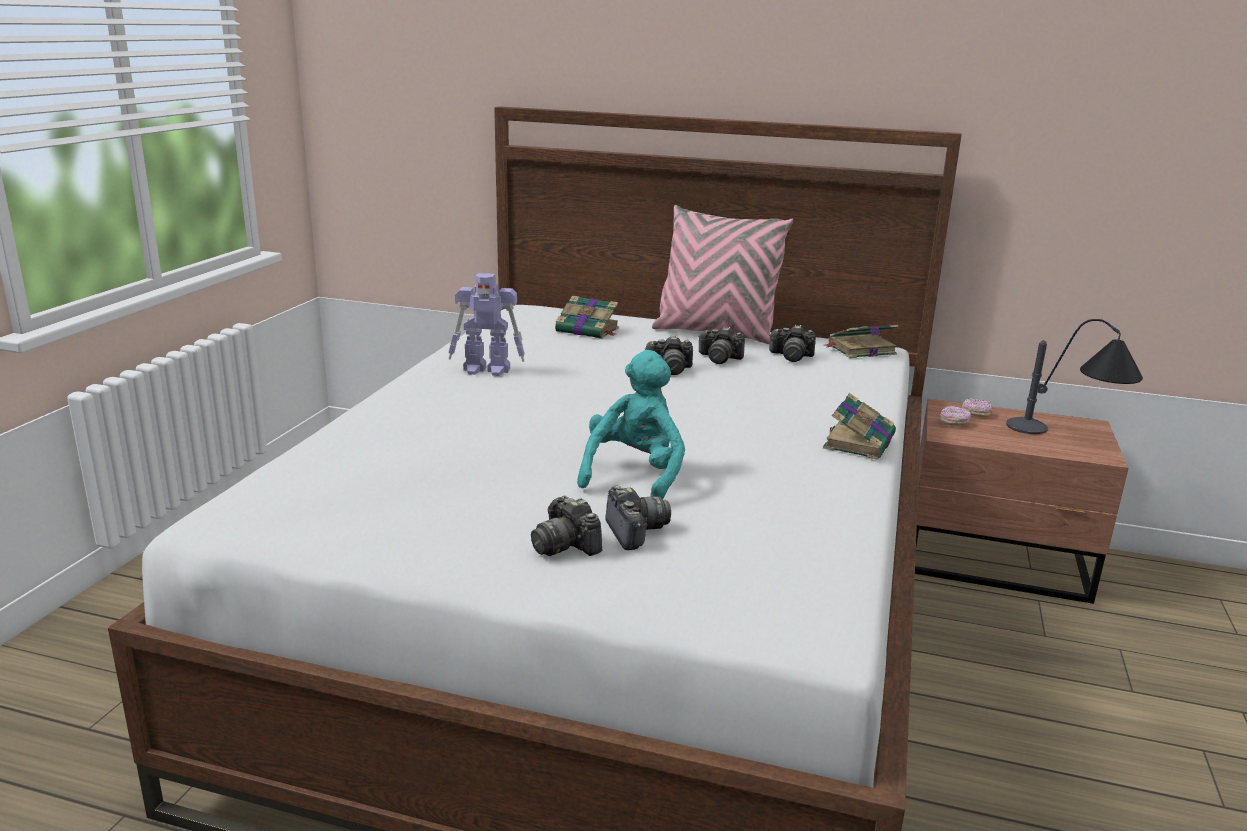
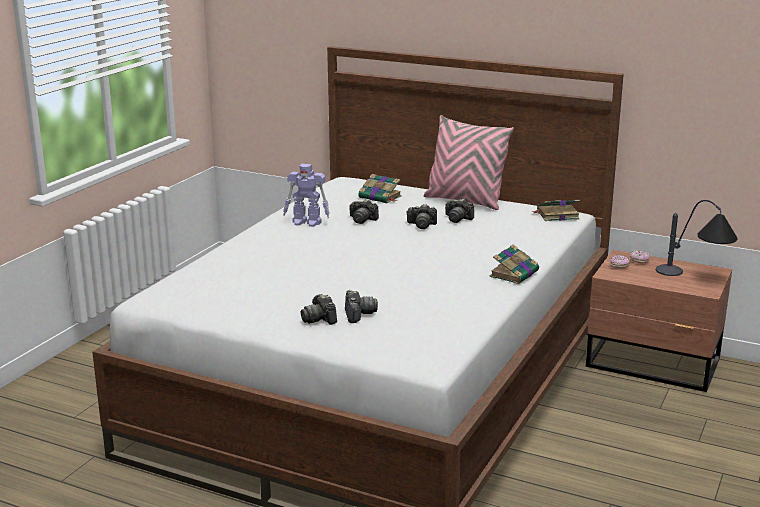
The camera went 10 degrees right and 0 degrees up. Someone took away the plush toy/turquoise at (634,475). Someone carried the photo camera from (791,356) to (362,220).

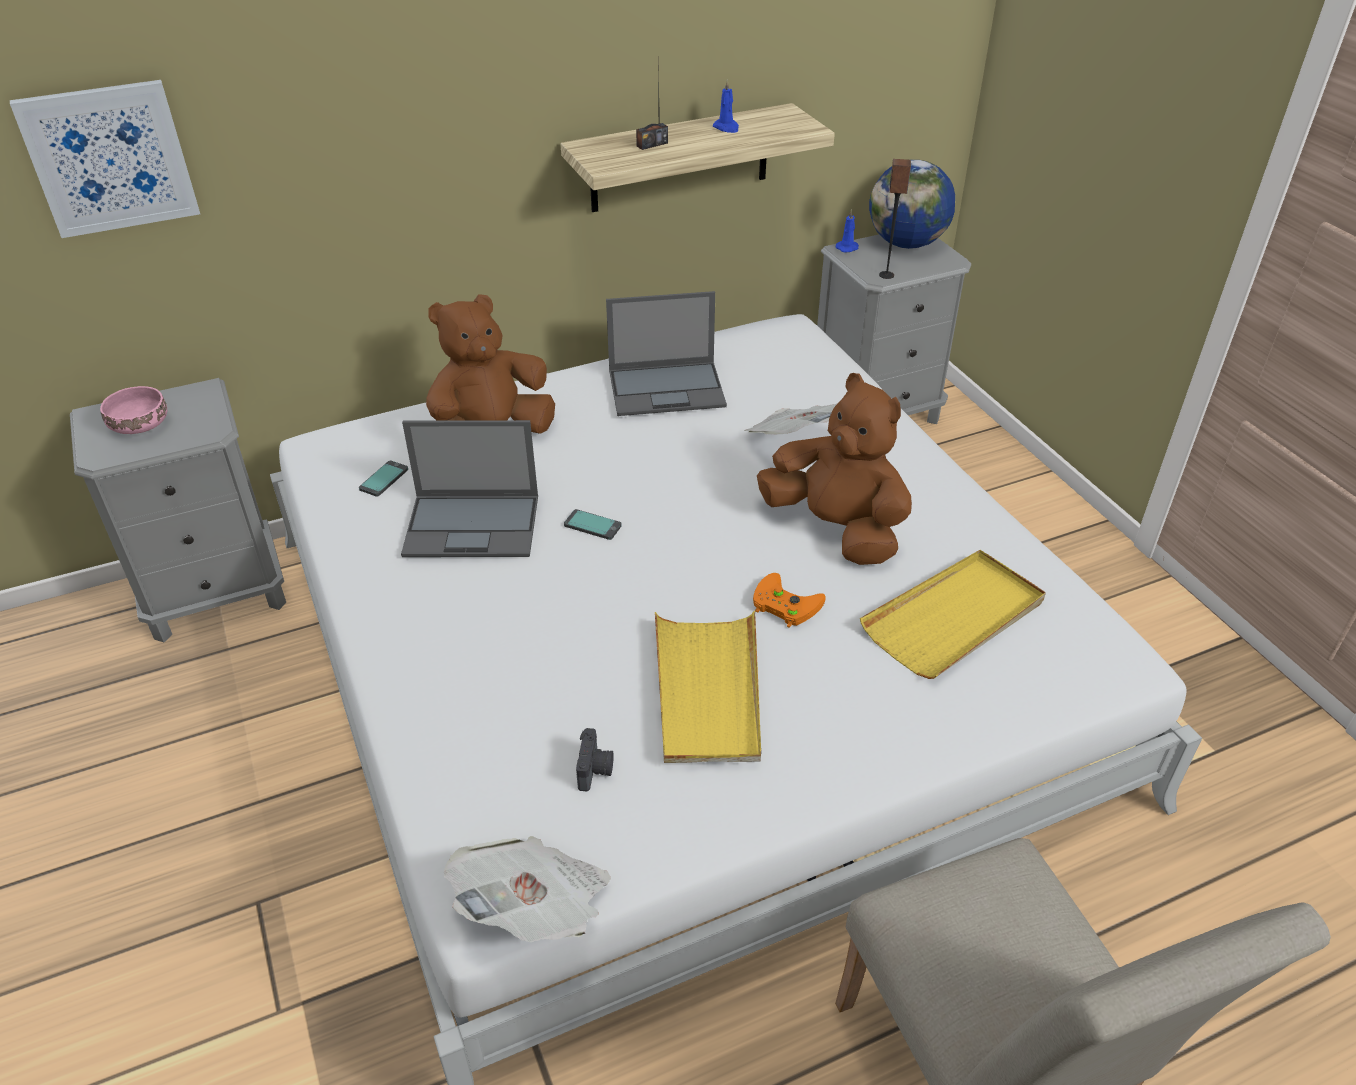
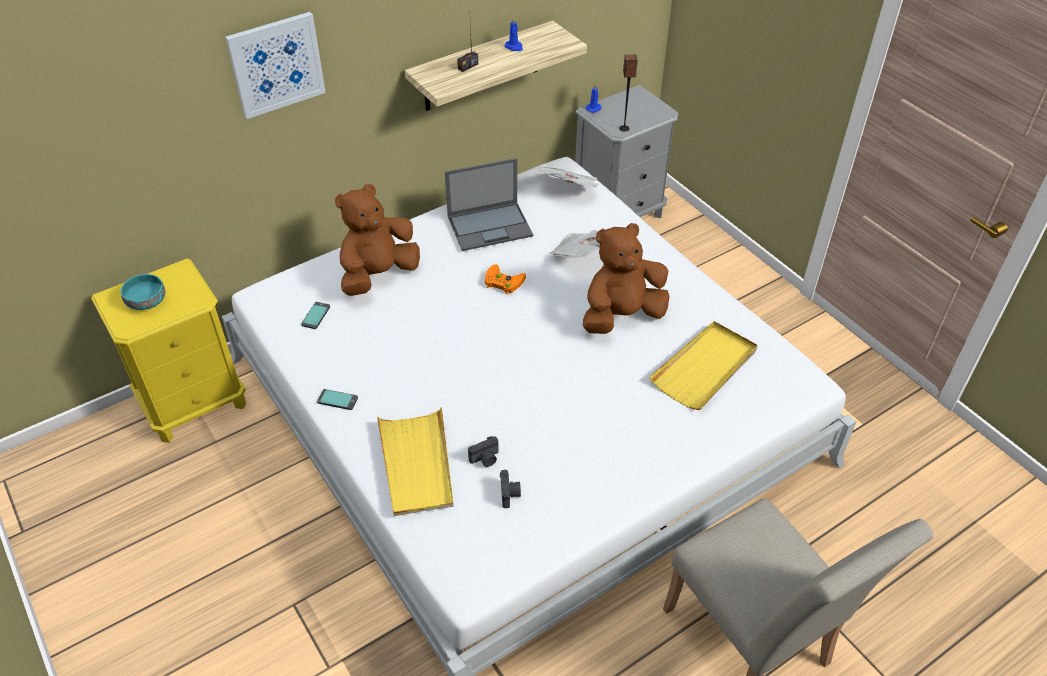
The camera went 10 degrees left and 5 degrees up. Someone took away the laptop at (474,525). Someone took away the globe at (906,244). Someone put down the photo camera at (485,459). Someone carried the picture from (110,158) to (276,64). Someone carried the newspaper from (536,908) to (570,190). Someone carried the phone from (593,525) to (337,400). Someone carried the tray/yellow from (708,691) to (416,464). Someone carried the game controller/orange from (783,604) to (502,281). Someone repainted the nightstand/grey at (216,594), which became the nightstand/yellow at (194,403). Someone repainted the bowl/pink at (141,424), which became the bowl/turquoise at (147,300). Someone rotated the plush toy/brown at (836,528) by 60 degrees counterclockwise.

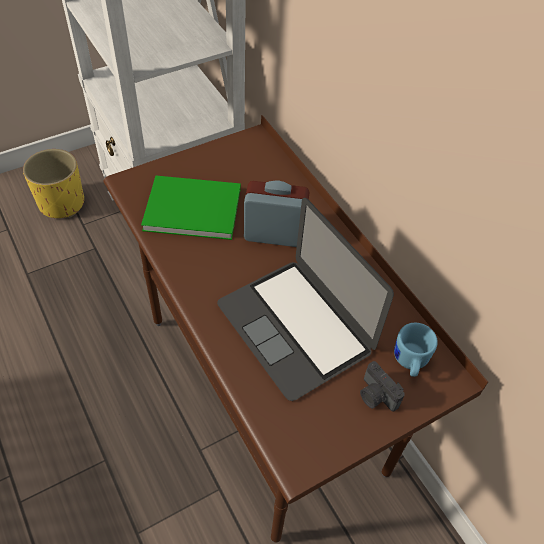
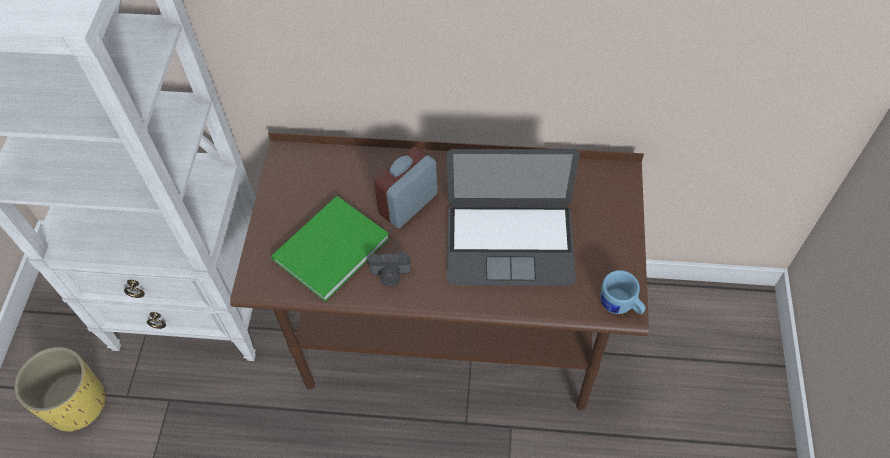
The camera went 50 degrees left and 5 degrees up. Someone carried the photo camera from (375,396) to (390,275). Someone carried the mug/blue from (409,362) to (620,305).

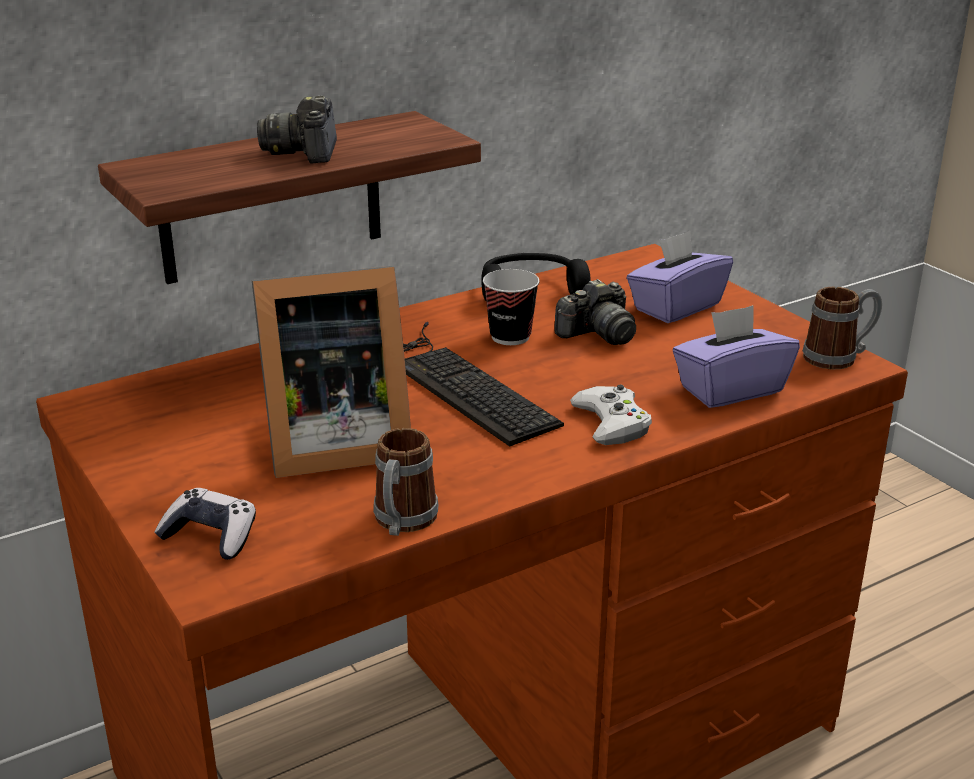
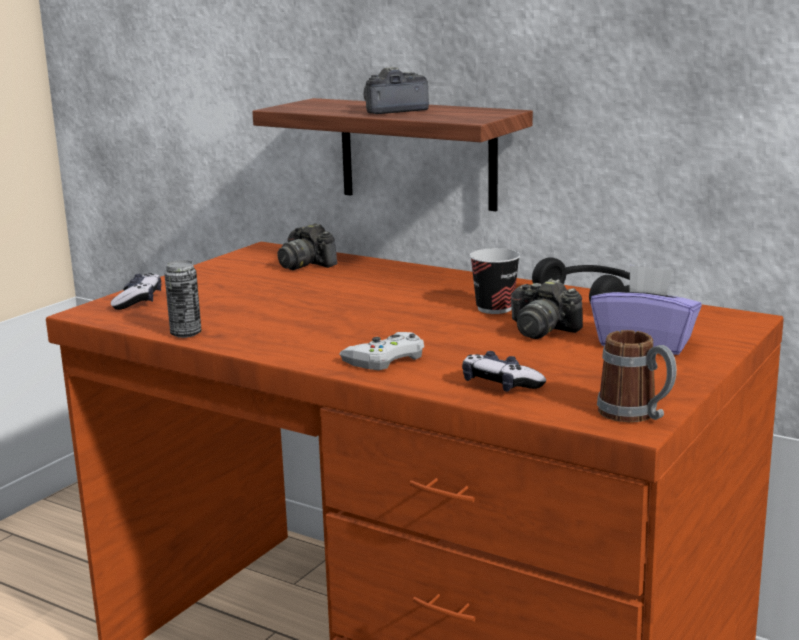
The camera went 65 degrees right and 10 degrees down. Someone took away the picture frame at (330,445). Someone took away the keyboard at (463,384). Someone put down the photo camera at (306,264). Someone swapped the mug at (402,523) for the can at (186,334). Someone swapped the tissue box/purple at (730,389) for the game controller at (500,385).

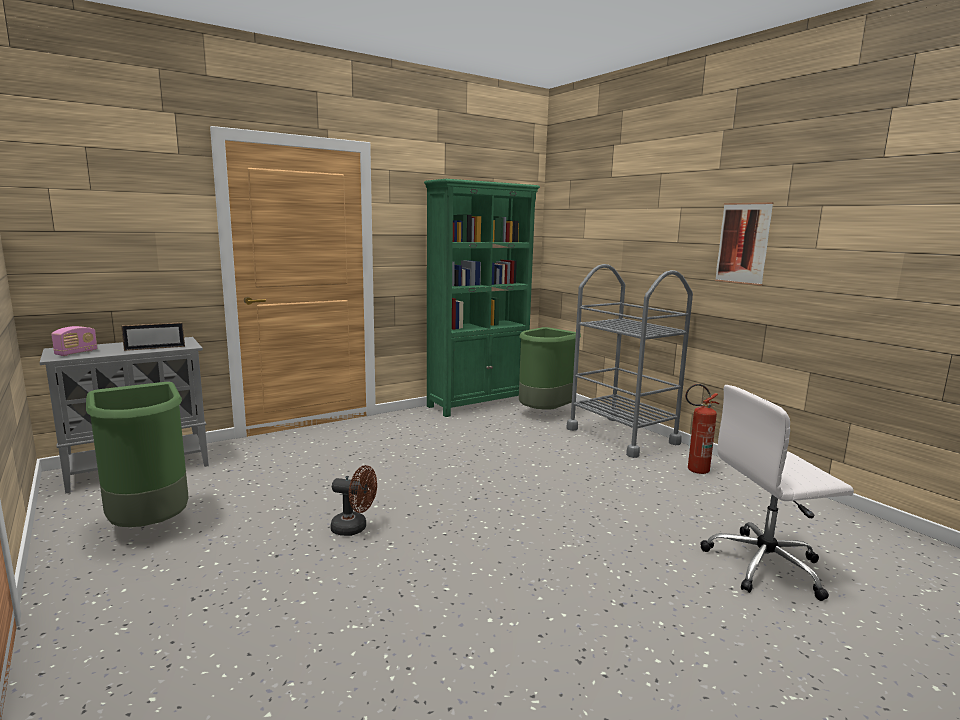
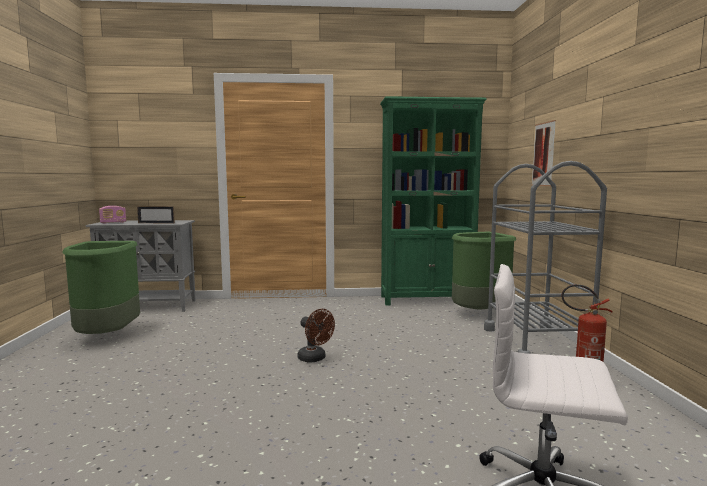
The camera went 30 degrees right and 5 degrees down. Someone carried the fan/brown from (354,528) to (315,359). Someone carried the picture from (743,243) to (543,154).

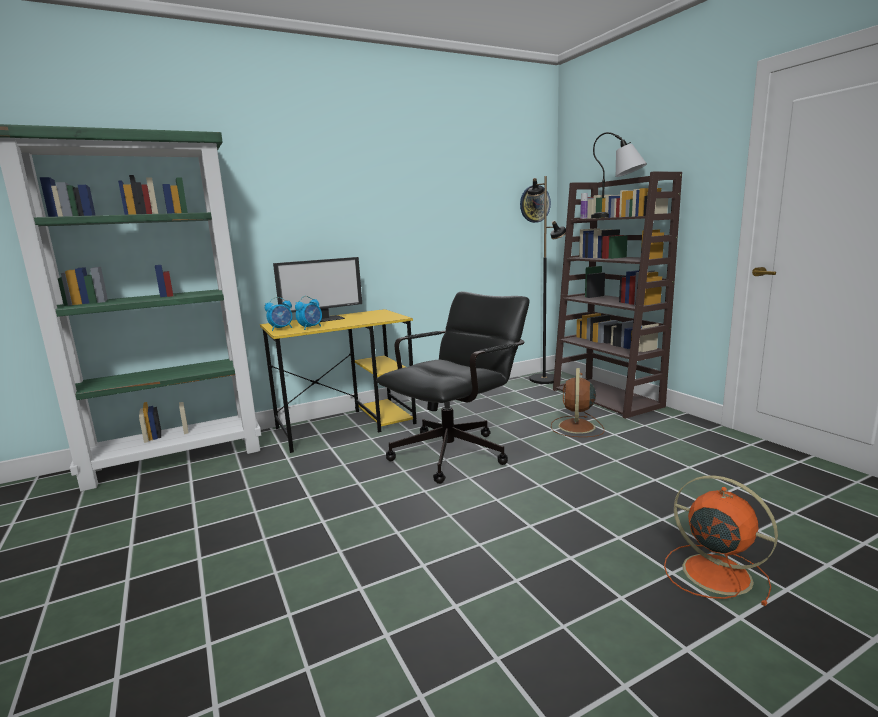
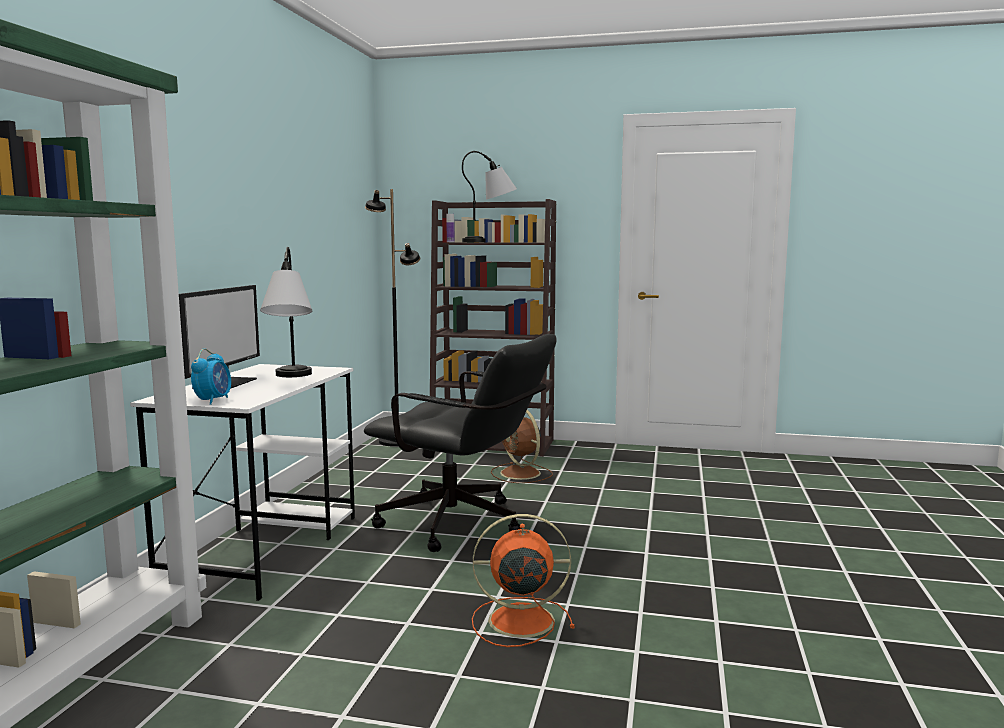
The camera went 50 degrees left and 5 degrees down. Someone took away the alarm clock at (311,327). Someone took away the wall clock at (534,204). Someone put down the table lamp at (290,378). Someone carried the fan/orange from (713,572) to (518,620). Someone repainted the desk/yellow at (347,425), which became the desk/white at (265,548). Someone rotated the office chair/black at (457,451) by 120 degrees clockwise.

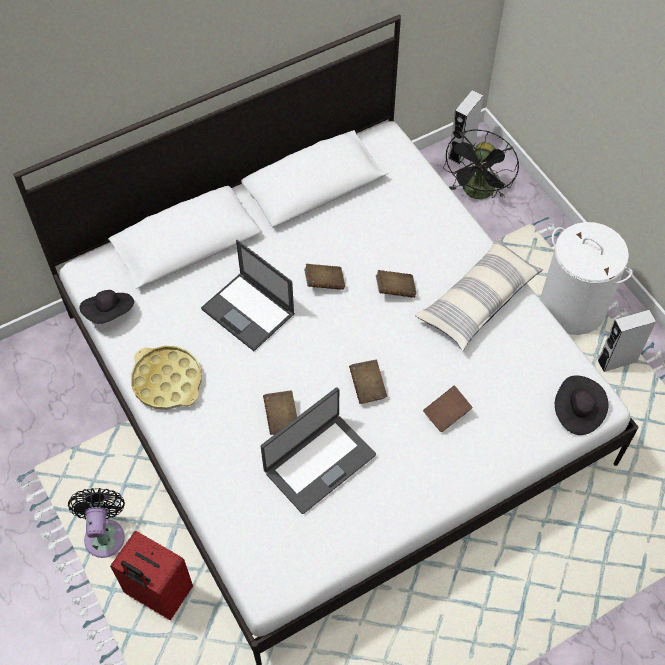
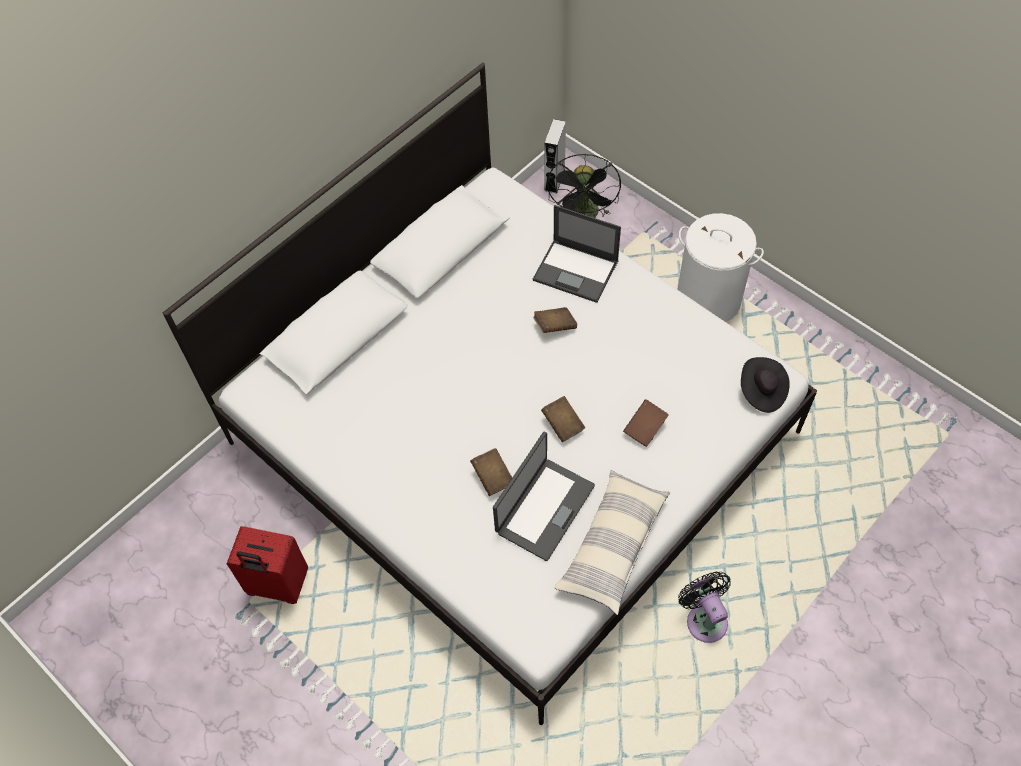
The camera went 15 degrees left and 0 degrees up. Someone took away the hat/black at (110,313). Someone took away the tray/yellow at (167,381). Someone took away the book/brown at (324,282). Someone took away the speaker/grey at (617,361). Someone carried the fan/black from (105,534) to (704,618). Someone carried the suitcase/red from (158,594) to (277,586). Someone carried the laptop from (249,312) to (576,271). Someone carried the pillow from (478,300) to (612,546).

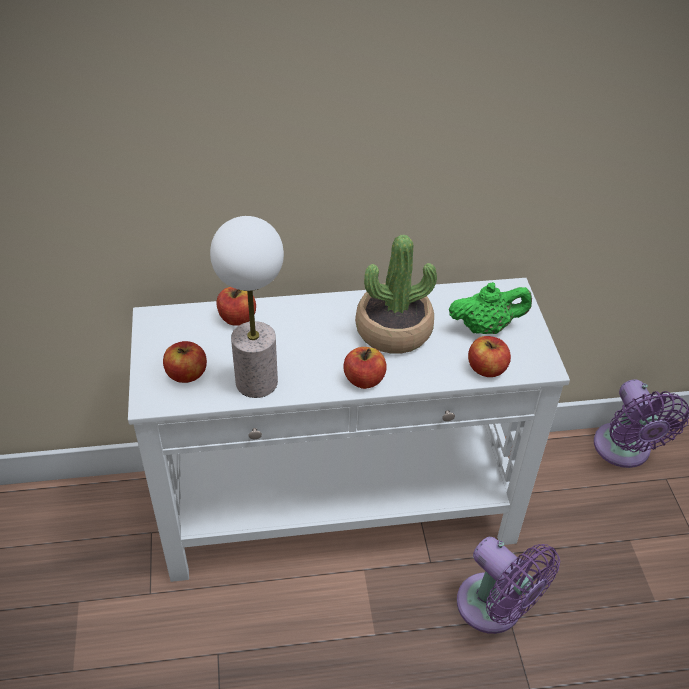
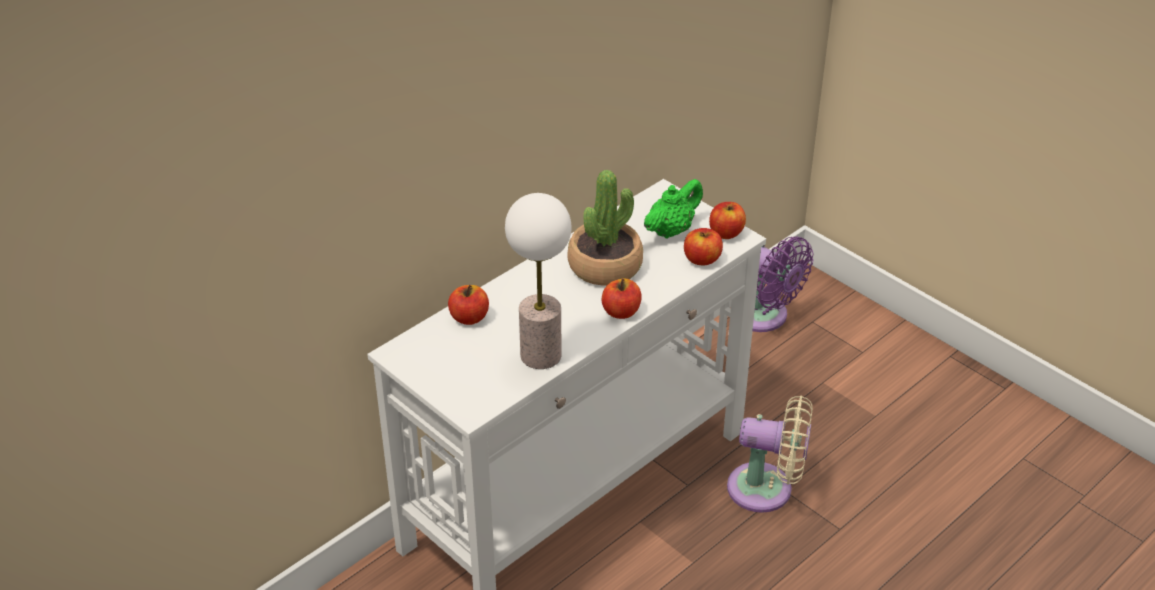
The camera went 35 degrees left and 5 degrees down. Someone carried the apple from (186,374) to (726,233). Someone repainted the fan/purple at (494,609), which became the fan/beige at (767,489).

